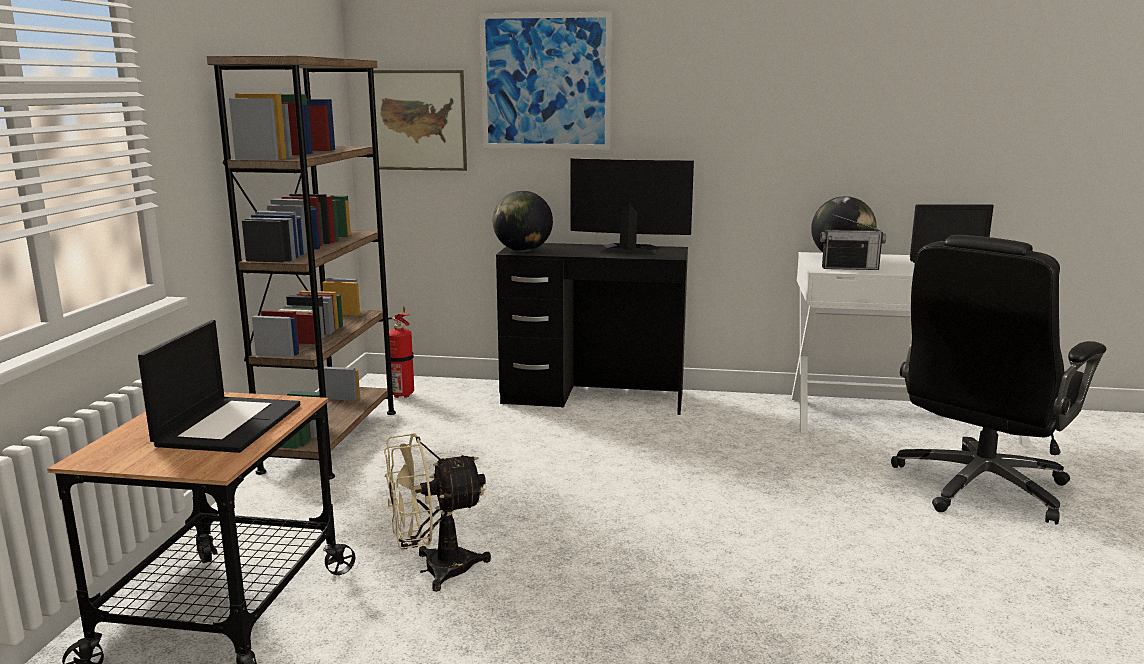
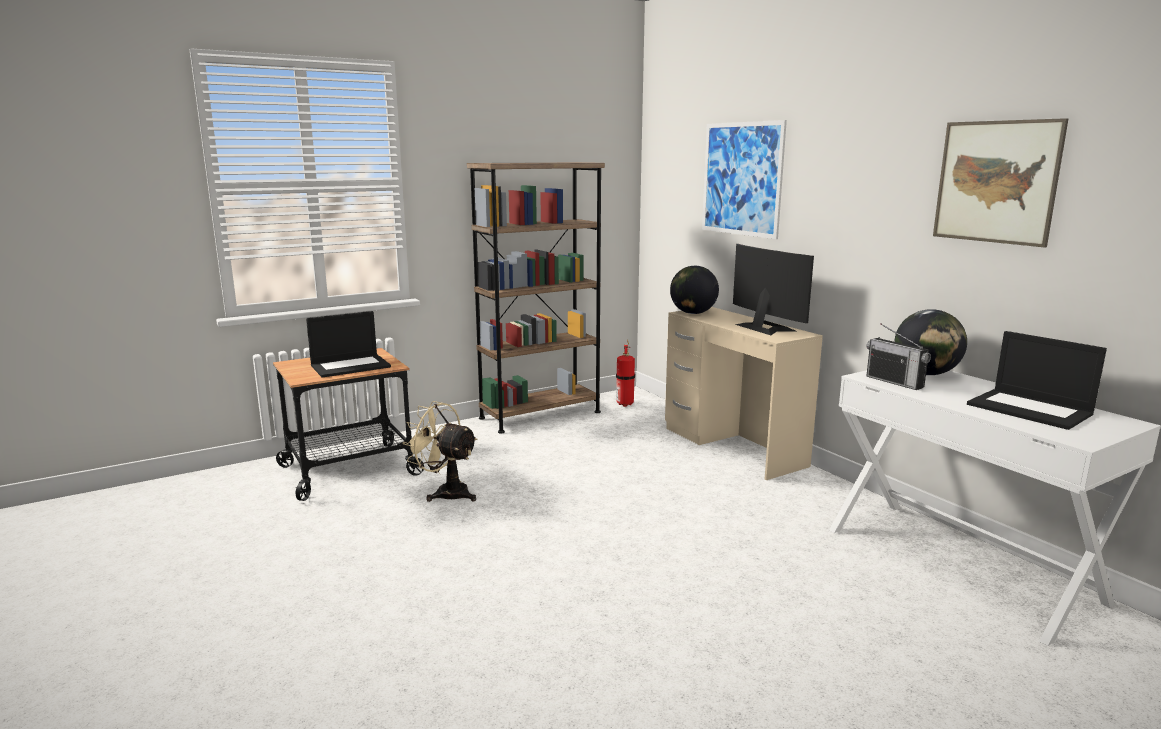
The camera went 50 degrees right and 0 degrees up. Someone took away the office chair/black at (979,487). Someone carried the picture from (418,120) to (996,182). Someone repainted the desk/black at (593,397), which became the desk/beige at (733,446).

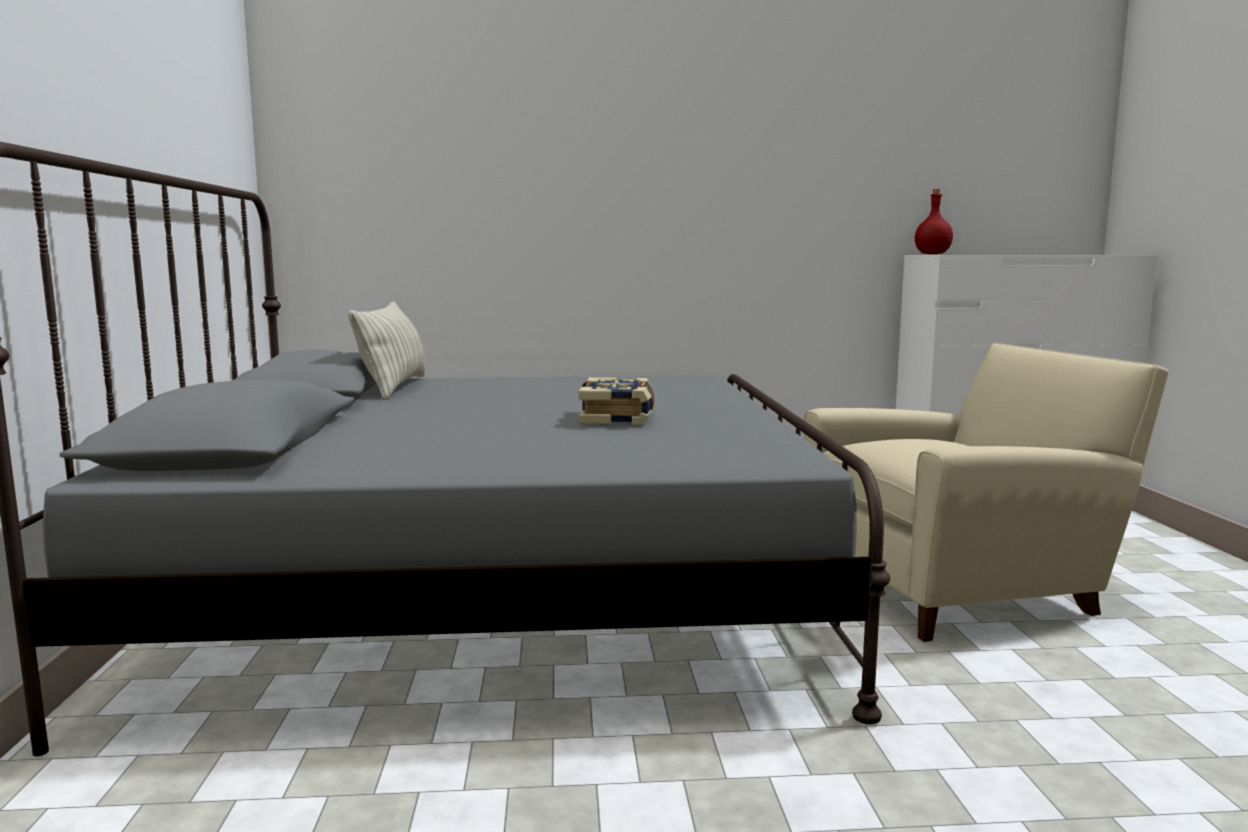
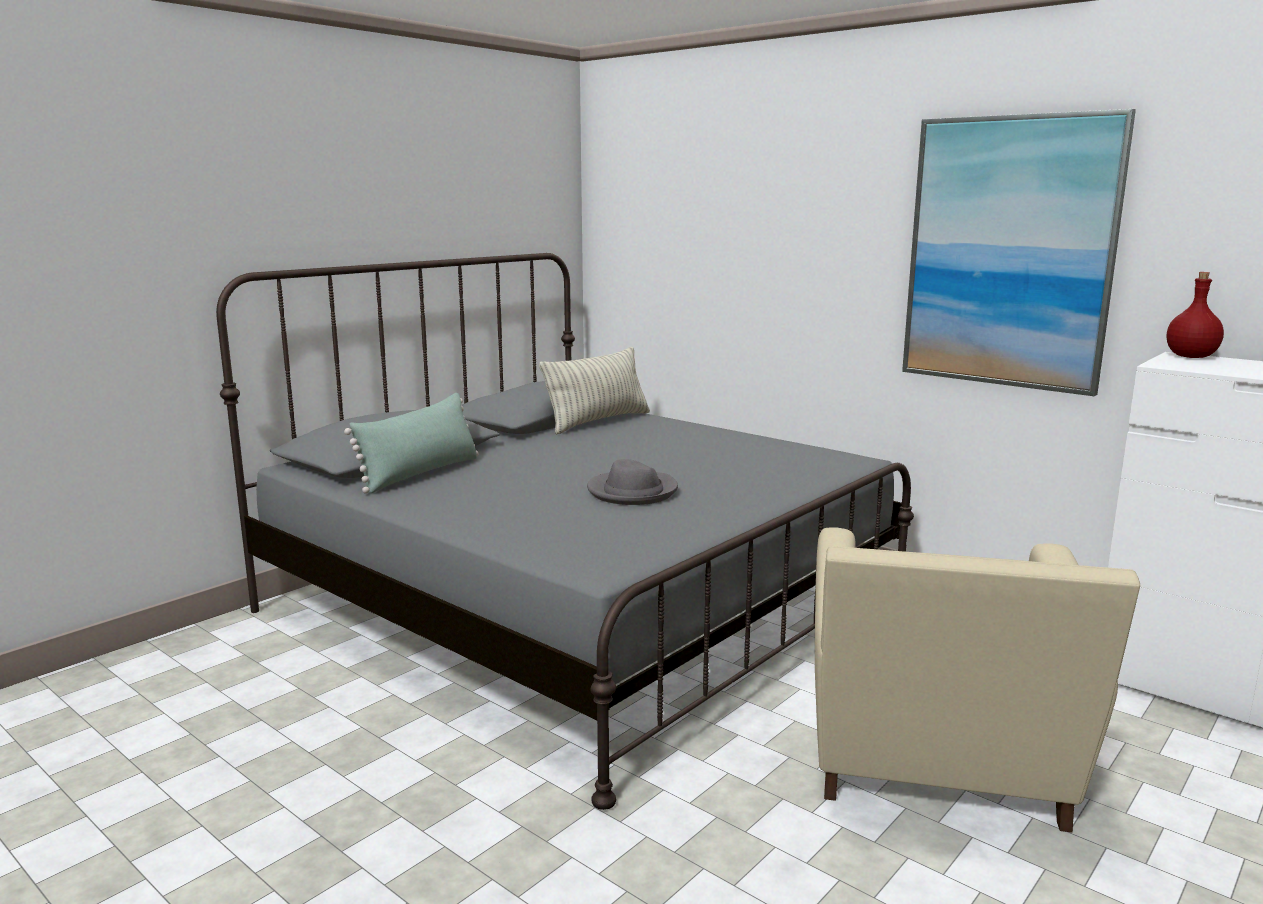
The camera went 45 degrees right and 5 degrees up. Someone put down the pillow/green at (420,473). Someone put up the picture at (1009,253). Someone swapped the book at (618,418) for the hat/grey at (632,492). Someone rotated the armchair/beige at (959,587) by 75 degrees clockwise.

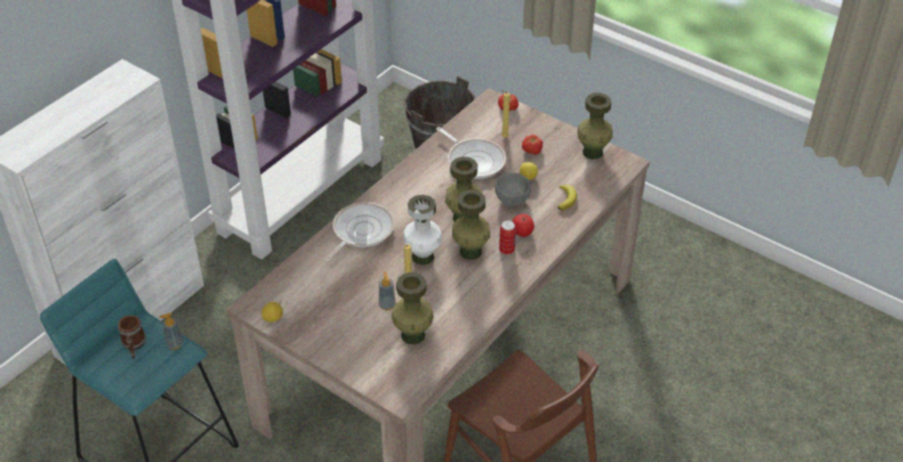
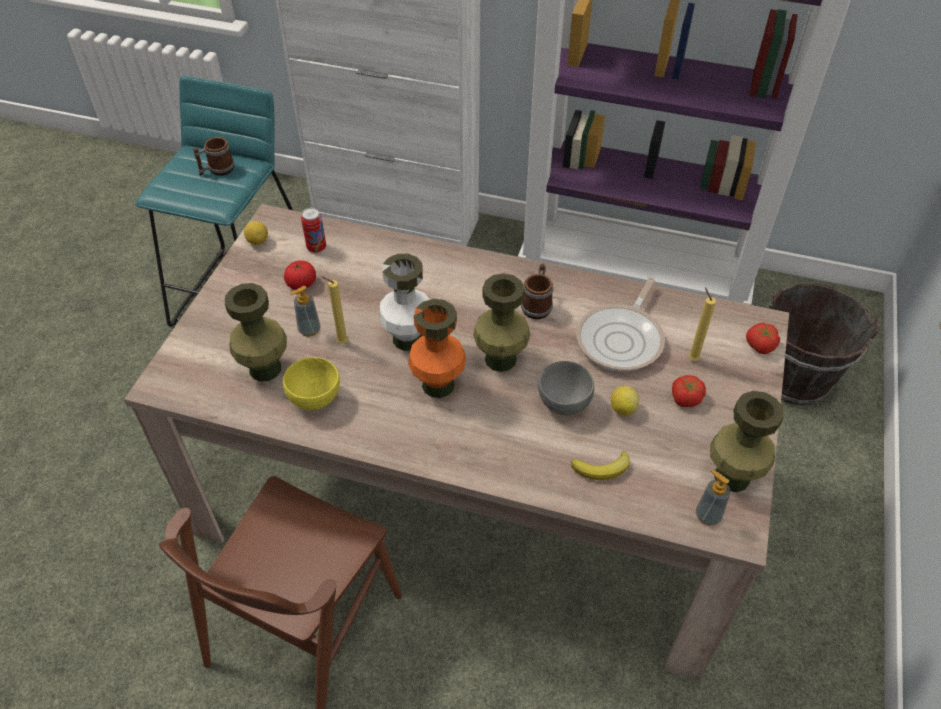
The camera went 70 degrees right and 5 degrees up. Someone took away the frying pan at (360,231). Someone put down the bowl/yellow at (314,398). Someone put down the mug at (537,305). Someone carried the soap dispenser from (175,344) to (708,515). Someone carried the can from (507,250) to (316,248). Someone carried the tomato from (522,232) to (301,284). Someone repainted the vase/green at (471,251), which became the vase/orange at (438,385).

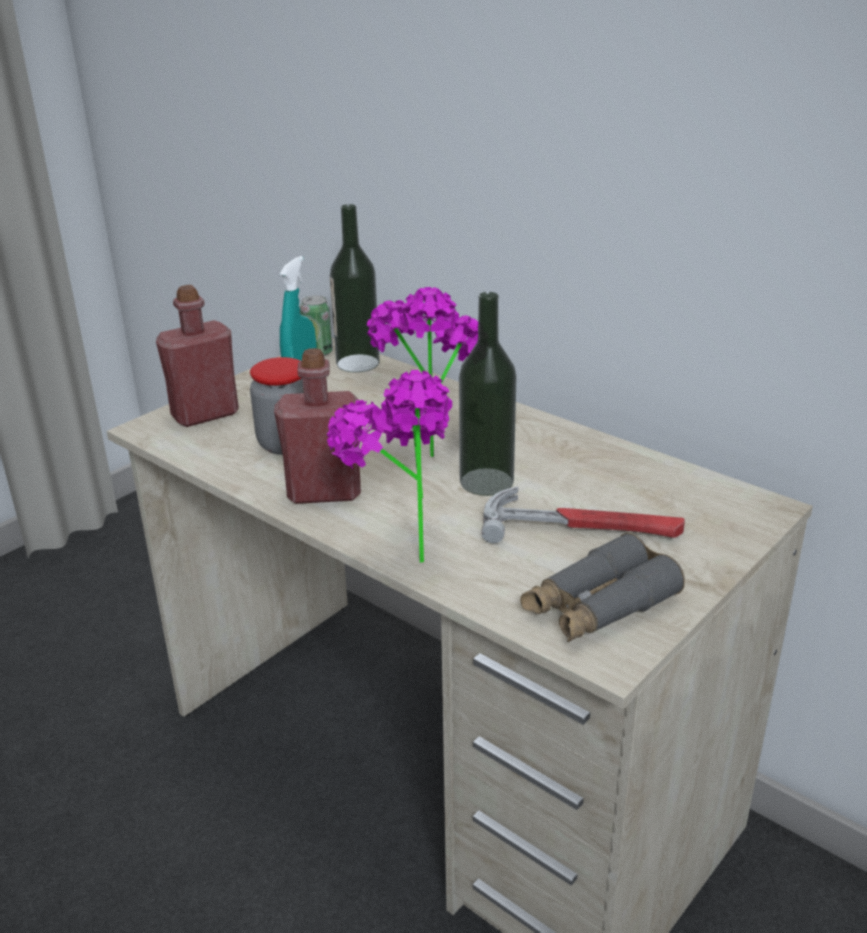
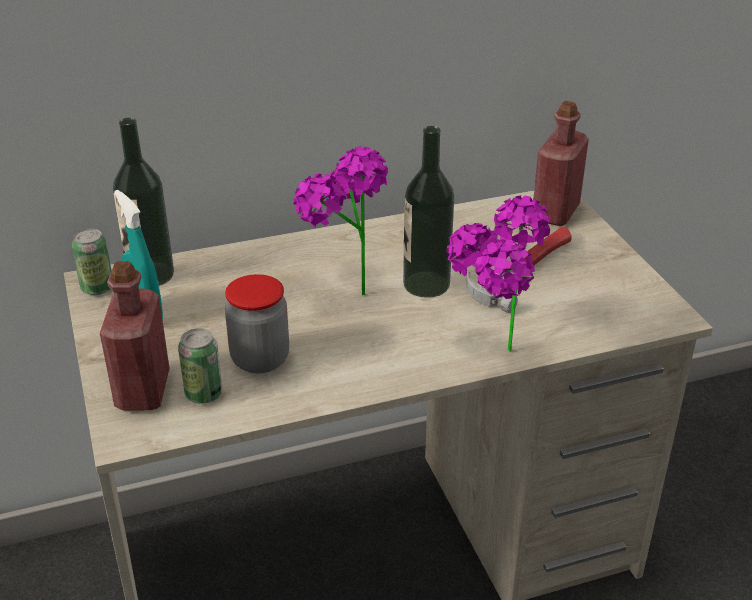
The camera went 60 degrees left and 5 degrees up. Someone took away the binoculars/grey at (599,606). Someone put down the can at (203,394). Someone carried the bottle/red from (324,492) to (555,212).

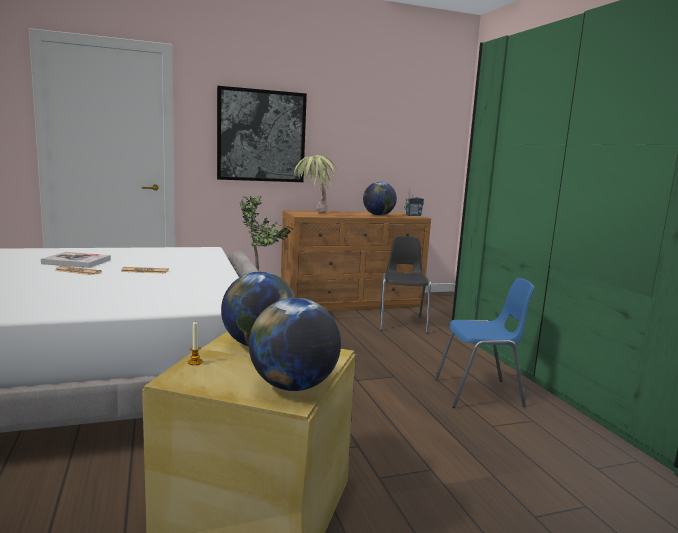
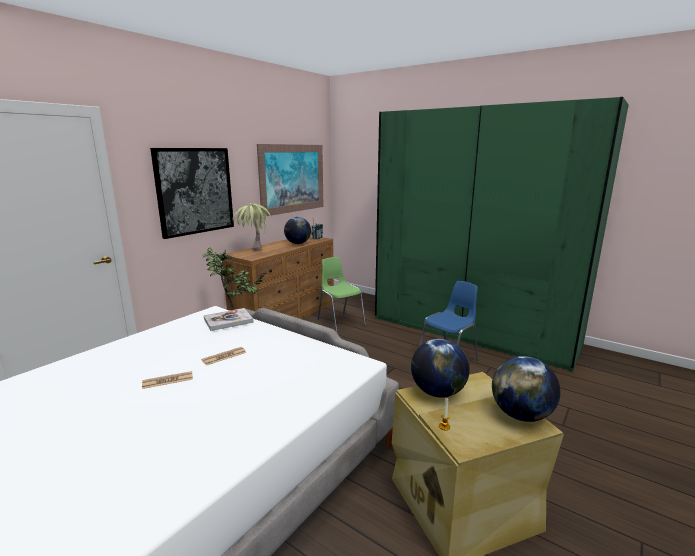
The camera went 35 degrees left and 5 degrees up. Someone put up the picture at (293,178). Someone carried the book from (77,262) to (228,320). Someone repainted the chair/black at (402,323), which became the chair/green at (340,322).

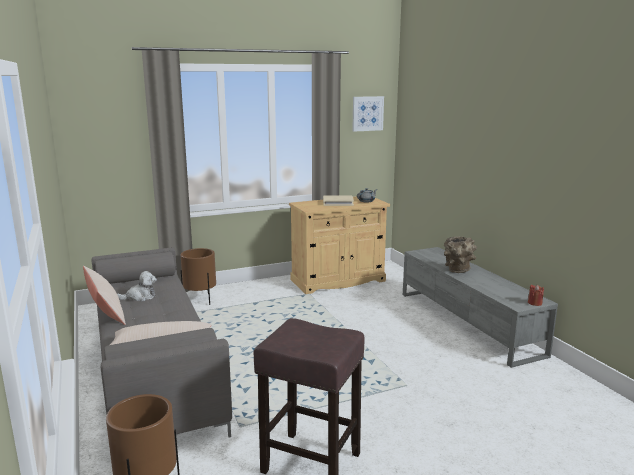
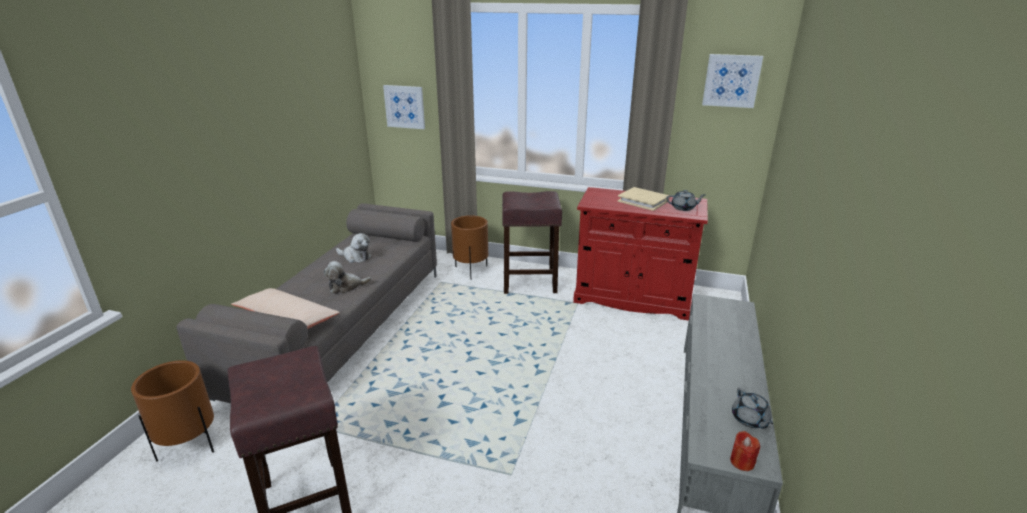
The camera went 40 degrees right and 10 degrees up. Someone took away the pillow/beige at (105,311). Someone took away the vase/brown at (457,271). Someone put down the plush toy at (346,287). Someone put up the picture at (405,106). Someone put down the stool/brown at (530,282). Someone put down the teapot/grey at (750,419). Someone repainted the cabinet/beige at (338,280), which became the cabinet/red at (632,298).

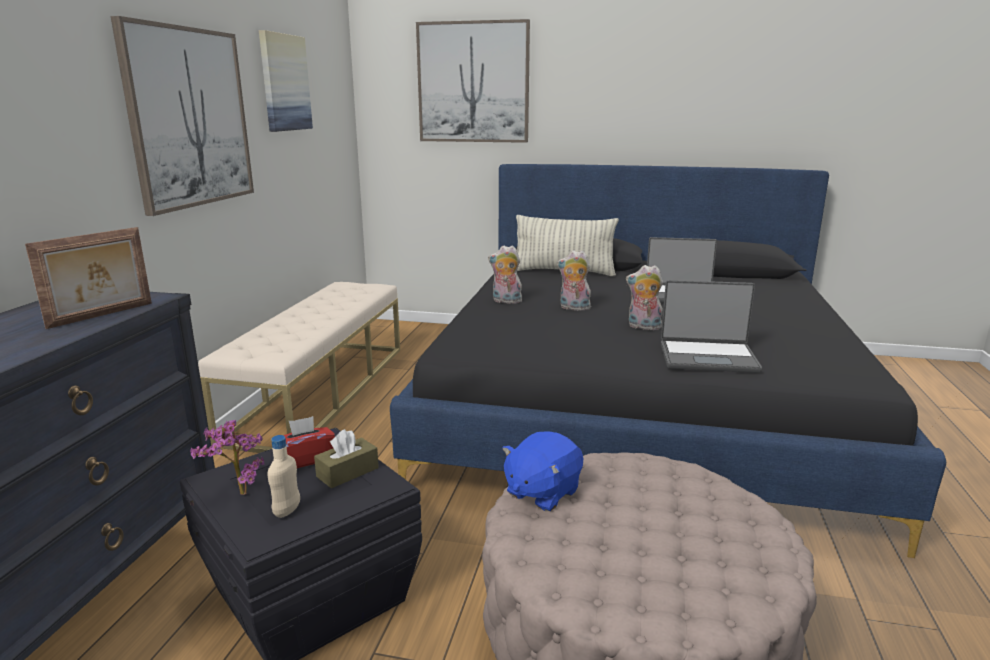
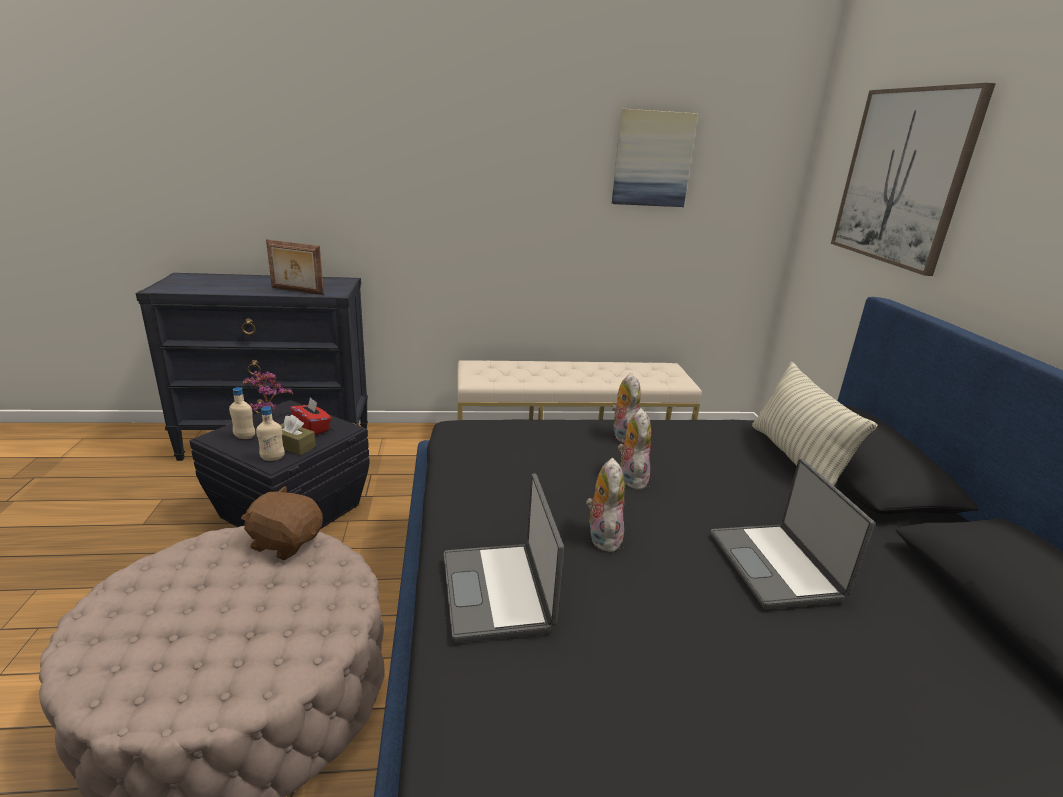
The camera went 70 degrees right and 5 degrees up. Someone took away the picture at (189,118). Someone put down the bottle/beige at (273,458). Someone repainted the plush toy/blue at (541,492), which became the plush toy/brown at (286,542).

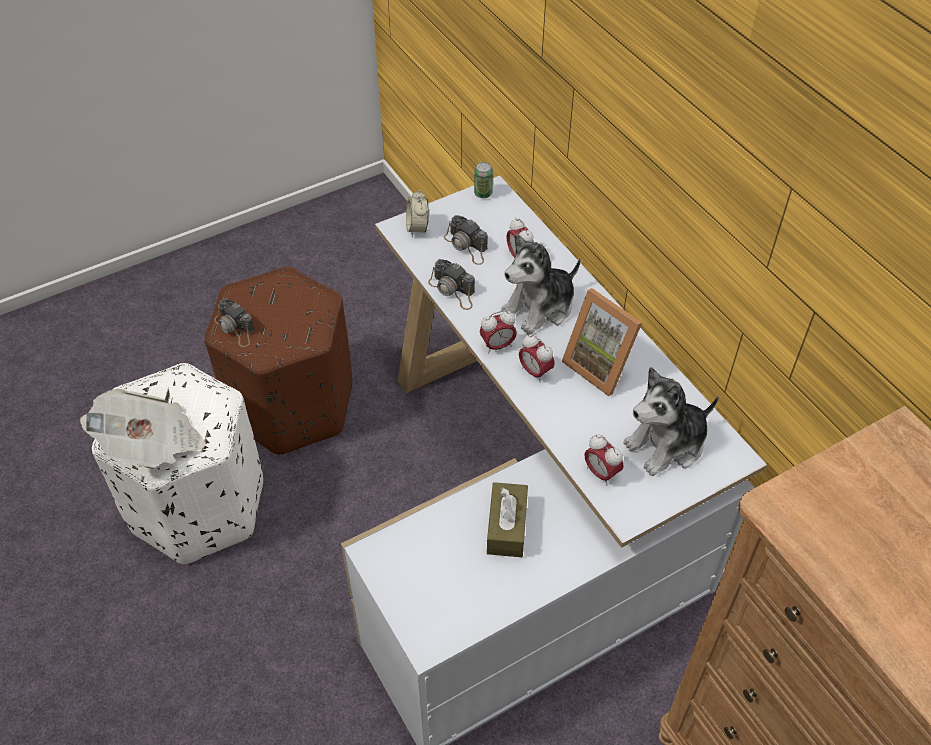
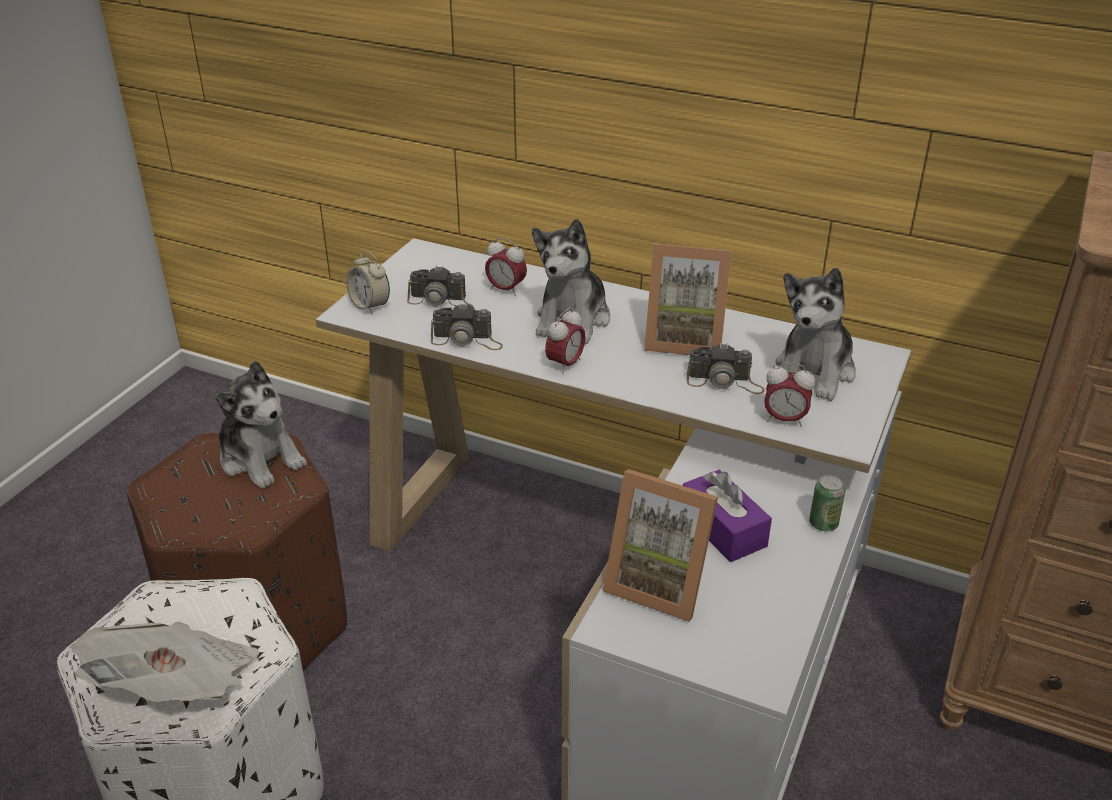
The camera went 35 degrees left and 15 degrees down. Someone took away the alarm clock at (535,372). Someone put down the plush toy at (261,459). Someone put down the picture frame at (659,583). Someone carried the photo camera from (235,328) to (725,382). Someone carried the can from (483,193) to (823,524). Someone repainted the tissue box/brown at (507,527), which became the tissue box/purple at (723,528).

